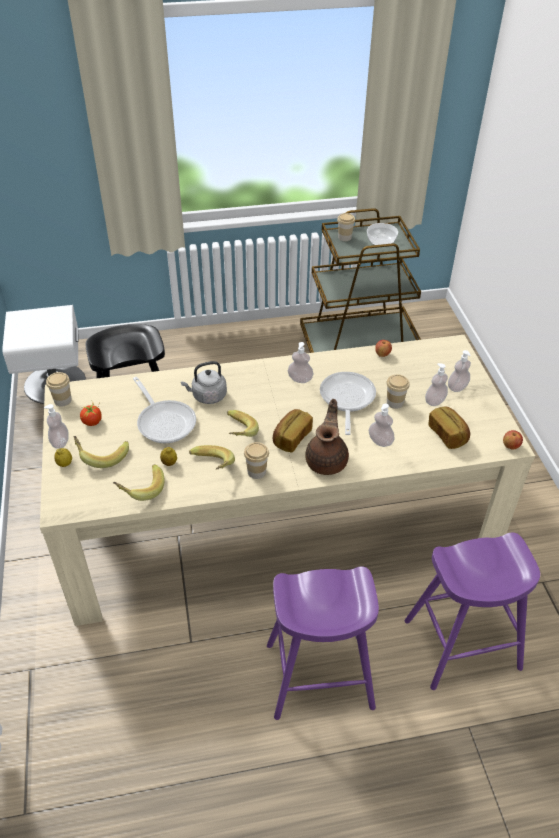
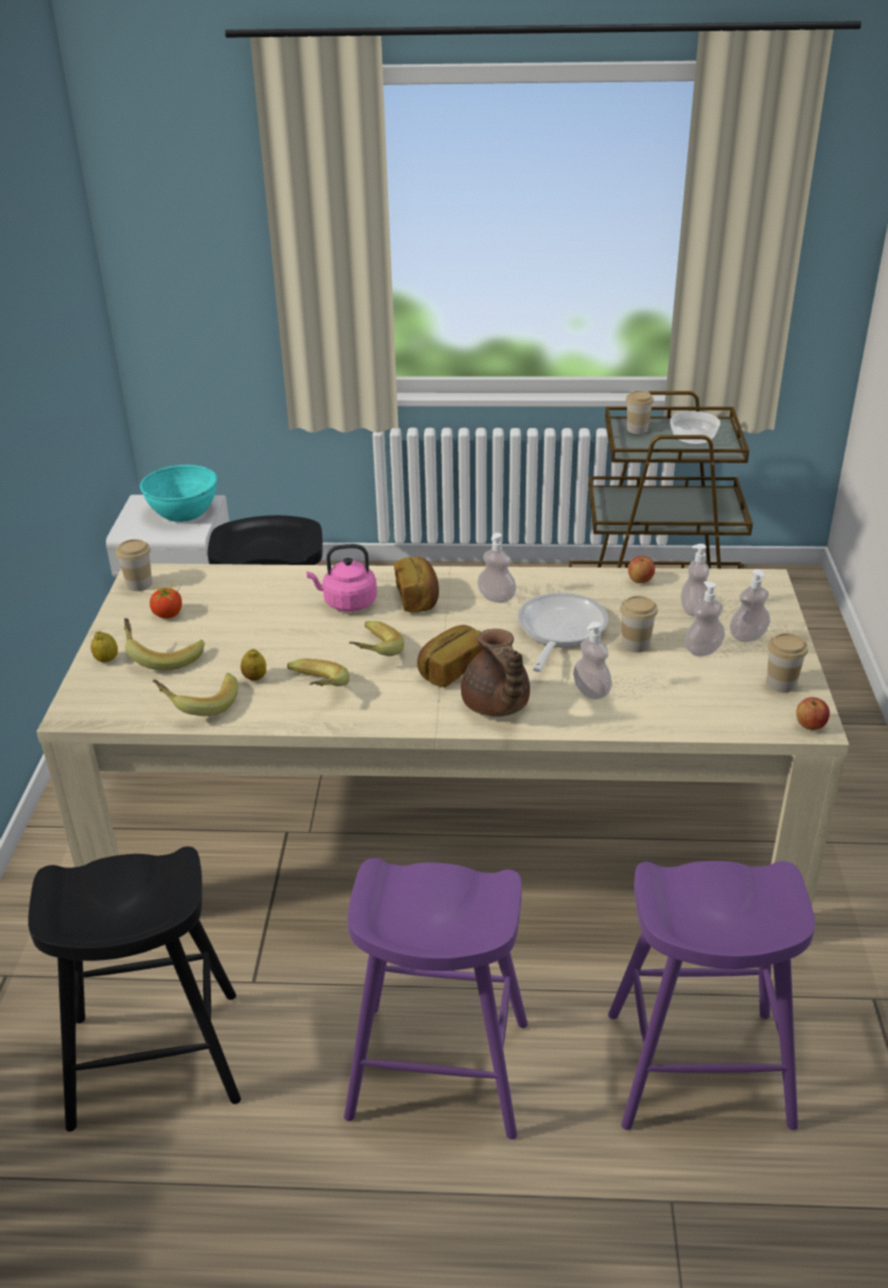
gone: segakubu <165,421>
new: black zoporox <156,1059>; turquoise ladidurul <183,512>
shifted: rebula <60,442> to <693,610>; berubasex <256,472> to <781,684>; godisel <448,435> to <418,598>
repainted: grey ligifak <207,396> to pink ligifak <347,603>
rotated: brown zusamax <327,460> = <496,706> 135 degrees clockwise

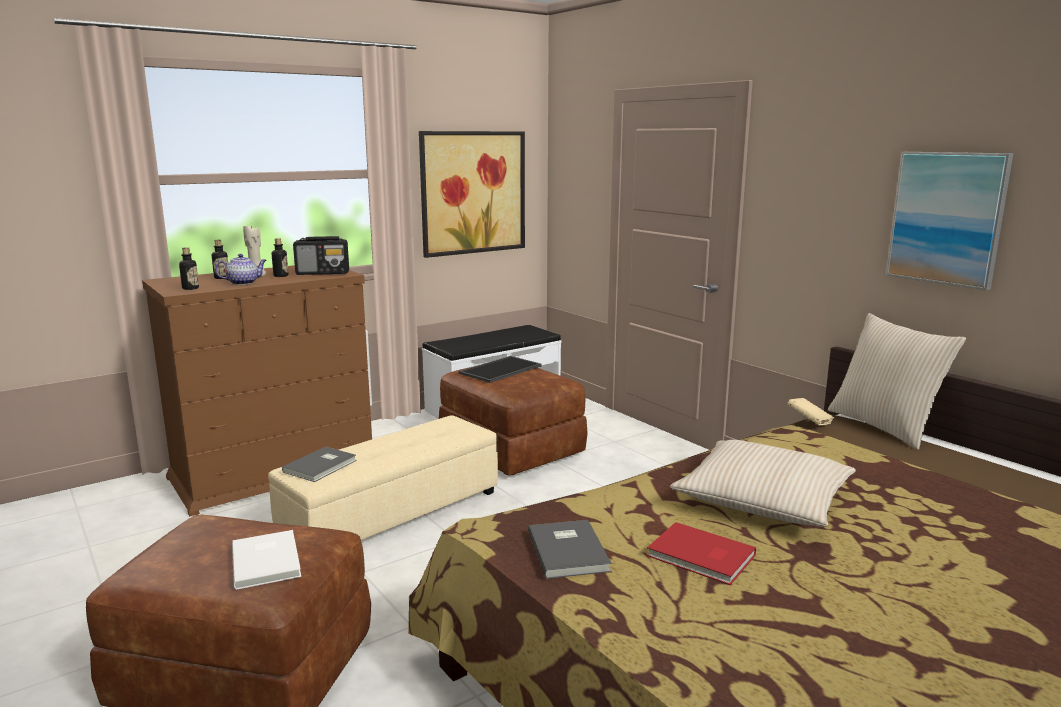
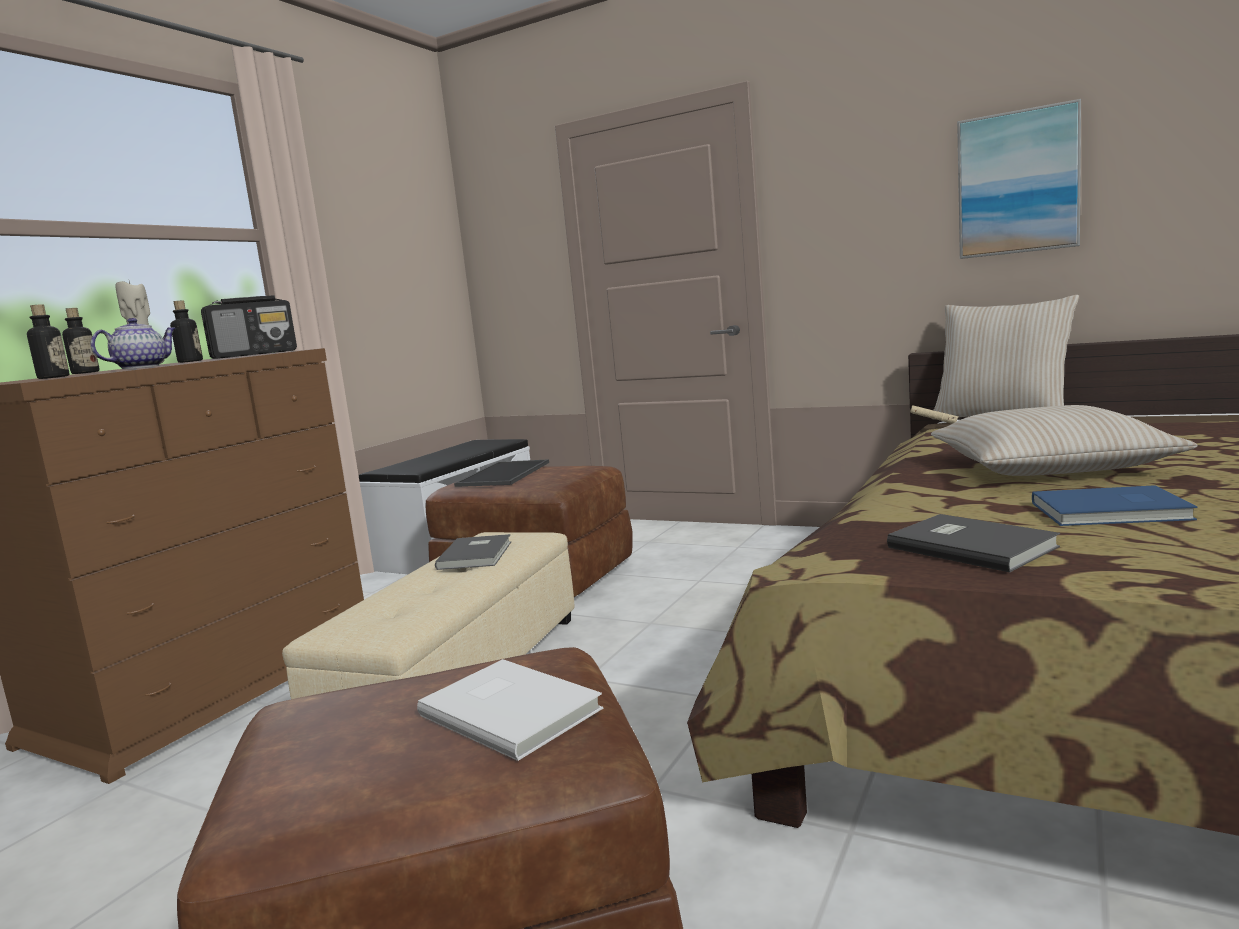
gone: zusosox <473,192>
shifted: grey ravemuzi <322,466> to <477,554>
repainted: red ravemuzi <701,557> to blue ravemuzi <1112,511>

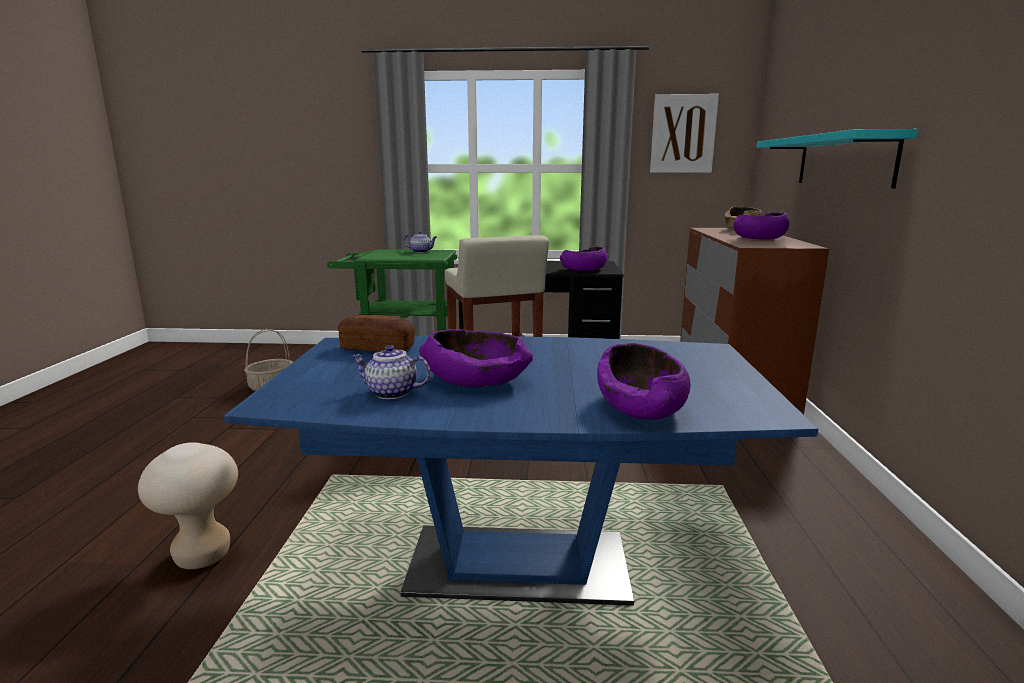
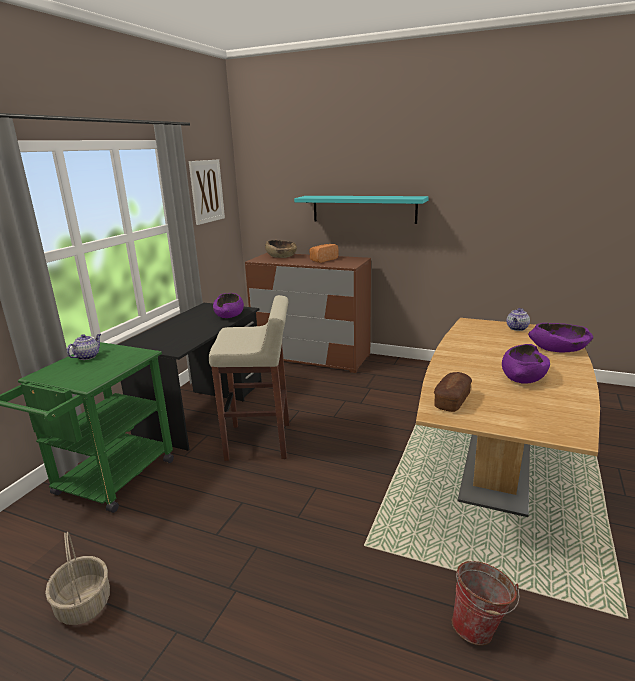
shifted: zusamax <390,393> to <517,328>
swapped: beige zoporox <203,556> to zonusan <480,628>; purple ladidurul <759,239> to godisel <323,260>
repainted: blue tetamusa <518,565> to brown tetamusa <496,471>

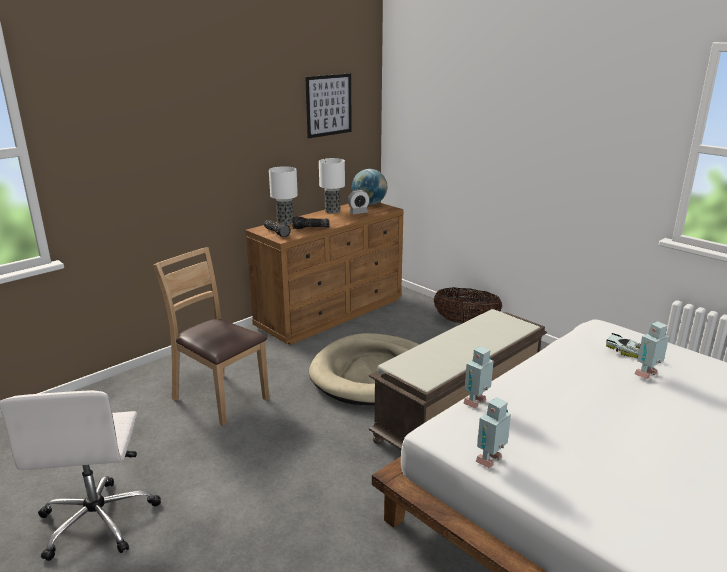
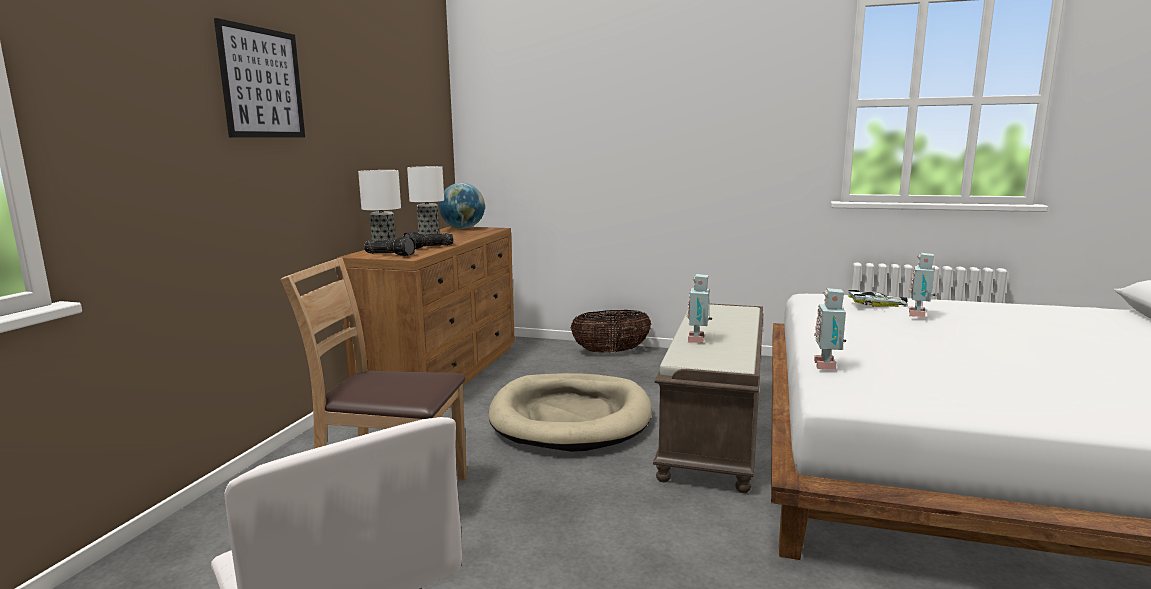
gone: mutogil <358,212>
shifted: zusosox <329,105> to <262,83>; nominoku <491,460> to <698,340>

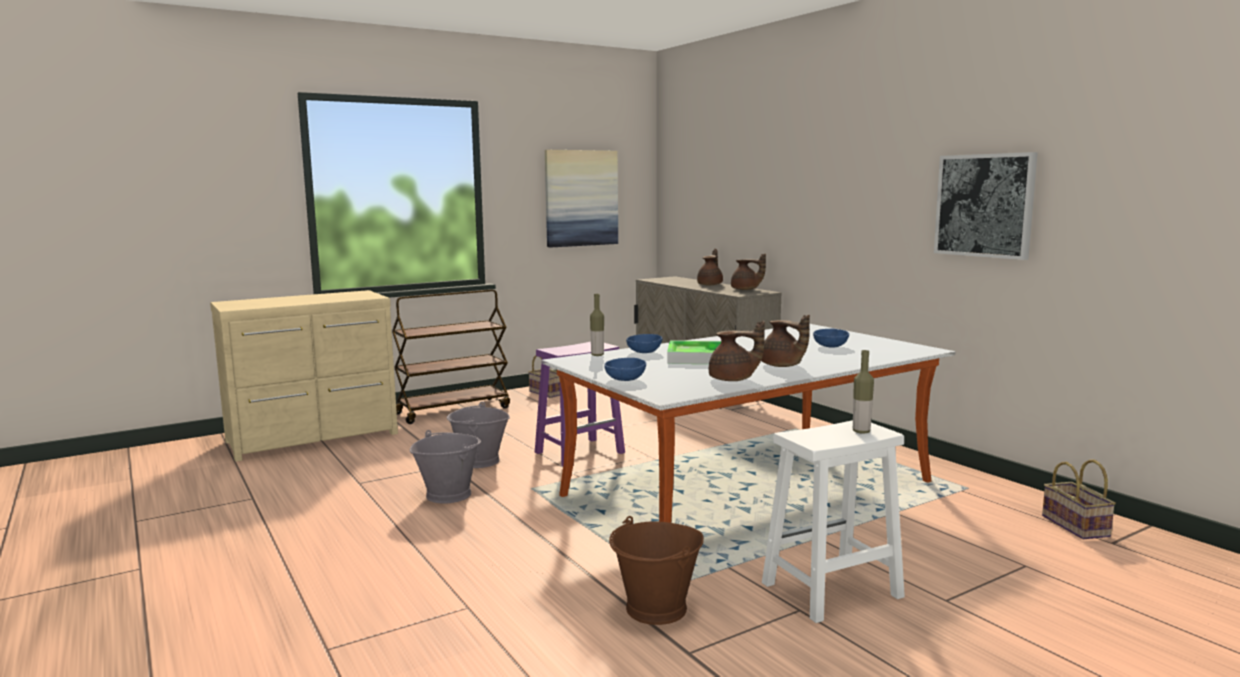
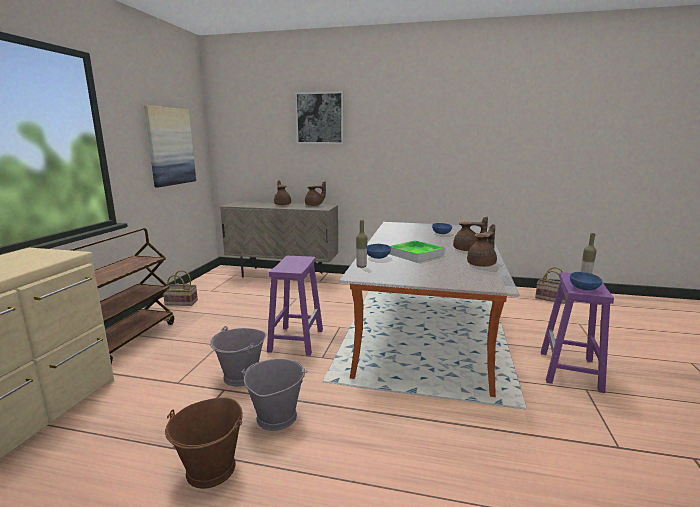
shifted: blue ladidurul <625,379> to <584,288>; brown zonusan <656,609> to <211,469>; zusosox <984,205> to <320,118>
repainted: white zoporox <830,591> to purple zoporox <570,371>

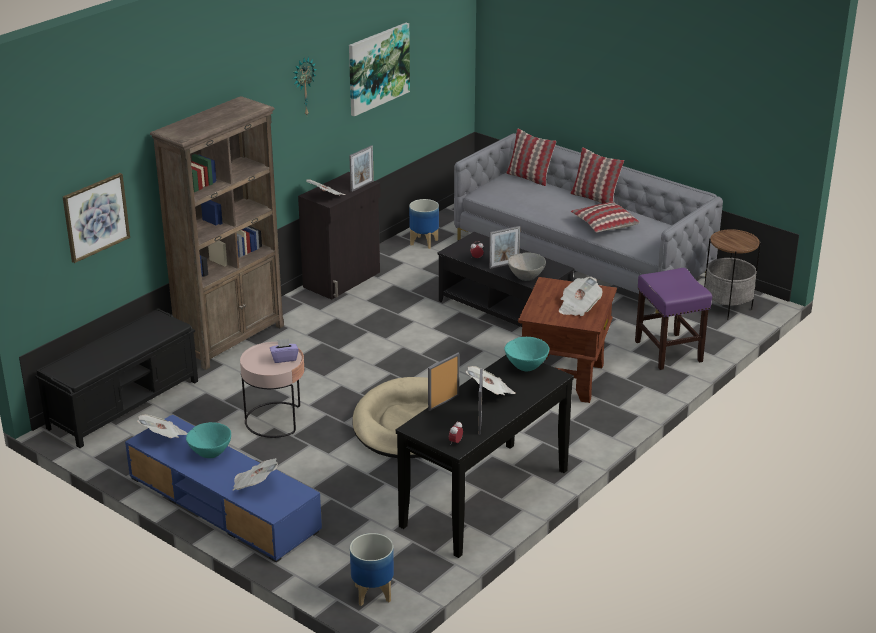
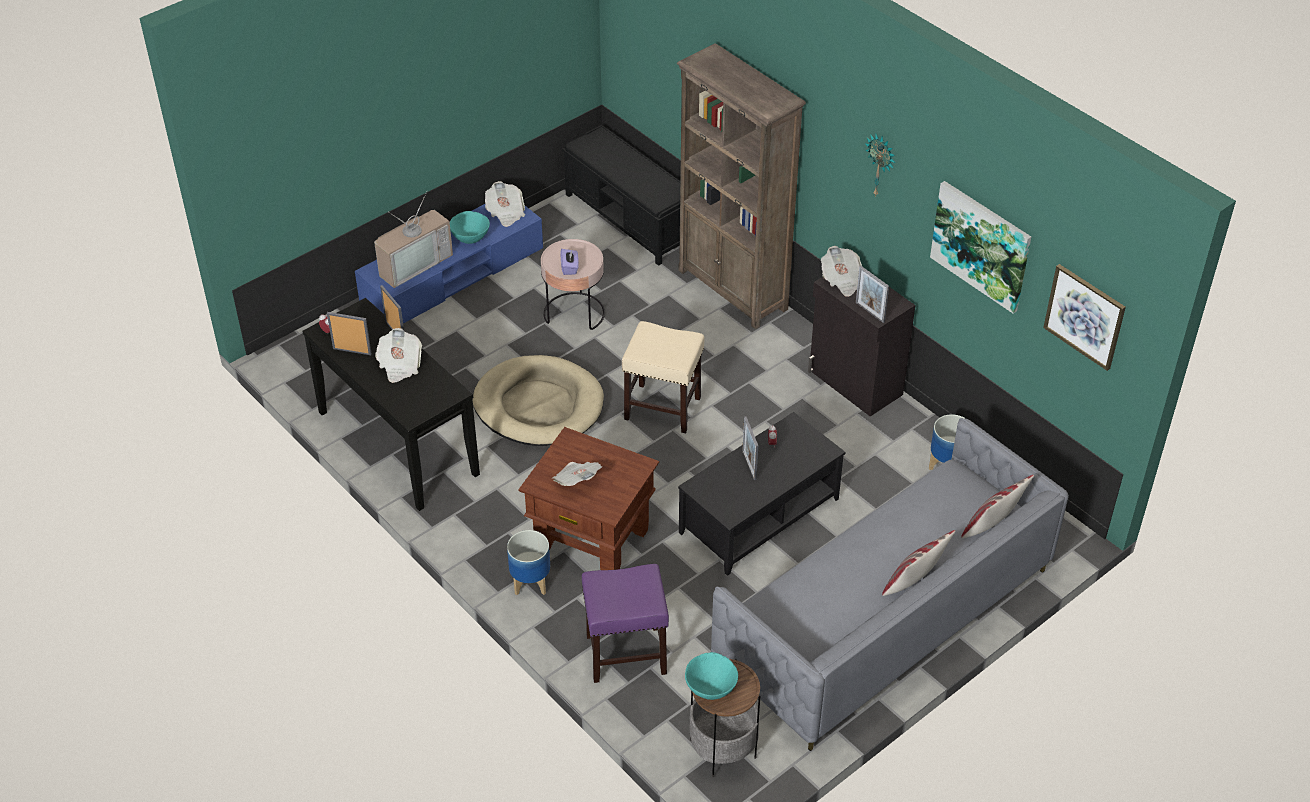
gone: grey ladidurul <526,277>; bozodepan <604,224>
new: beige zoporox <663,408>
shifted: zusosox <95,217> to <1085,316>; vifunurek <372,593> to <530,582>; turquoise ladidurul <526,367> to <711,689>
swapped: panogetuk <254,485> to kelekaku <413,262>

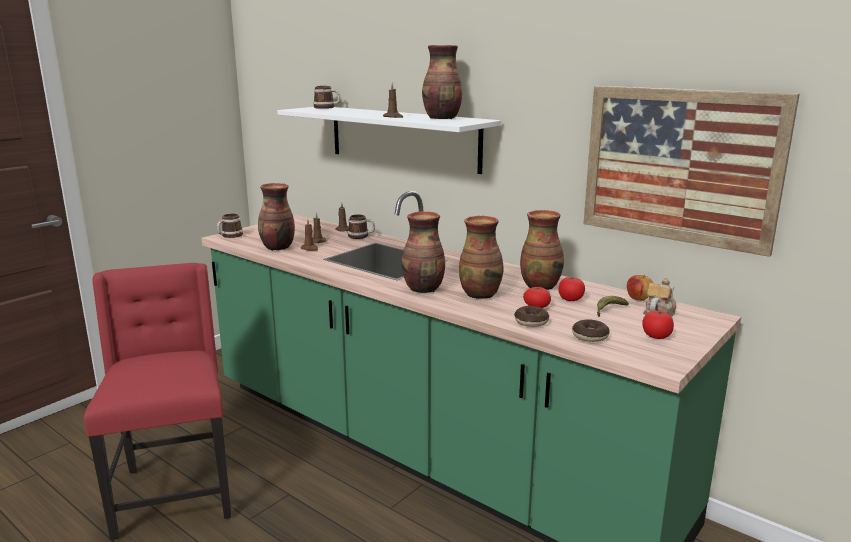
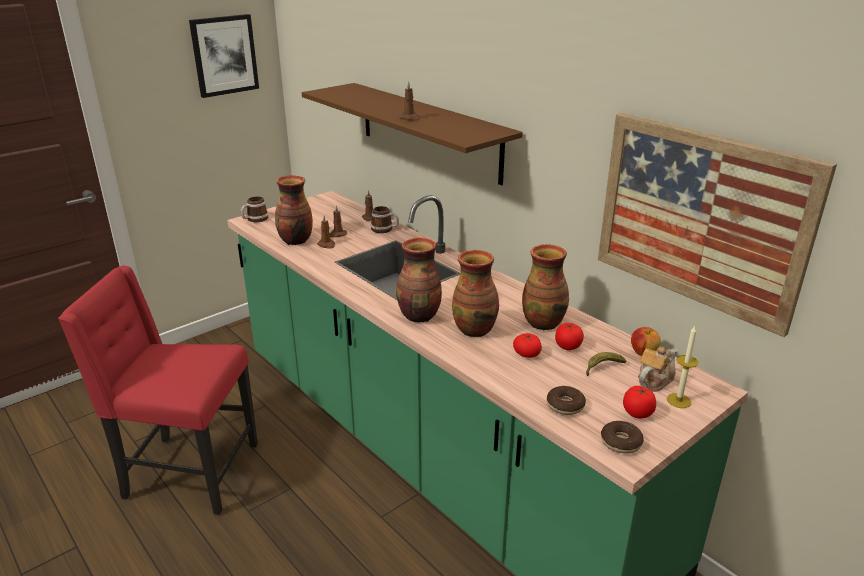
gone: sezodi <327,107>; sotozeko <442,118>
new: zusosox <224,55>; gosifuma <678,400>
shifted: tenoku <531,322> to <621,442>
repainted: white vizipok <402,138> to brown vizipok <428,131>
rotated: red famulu <175,492> = <188,472> 75 degrees counterclockwise

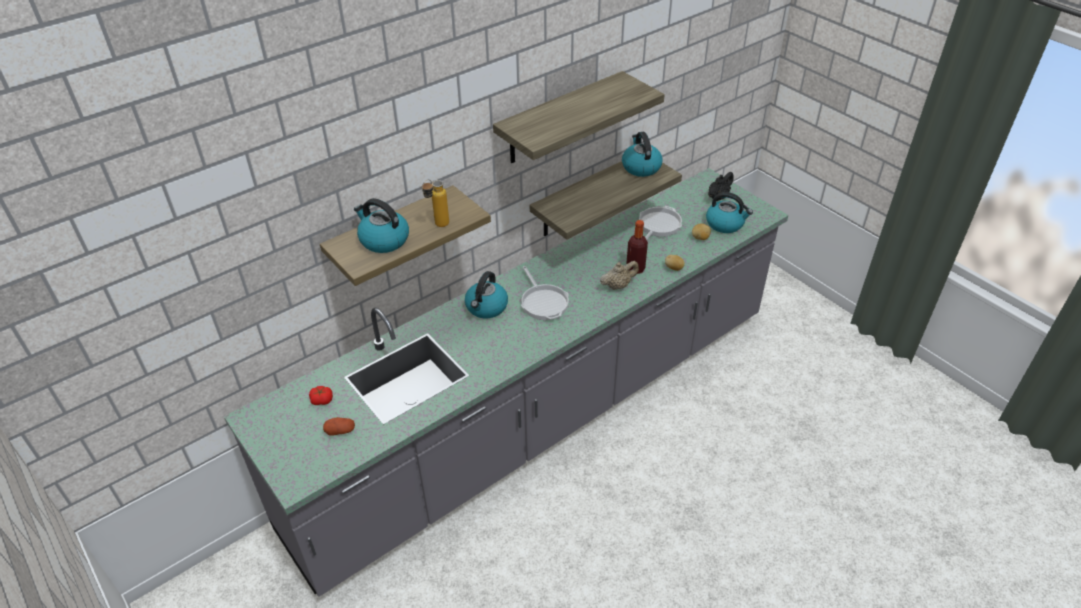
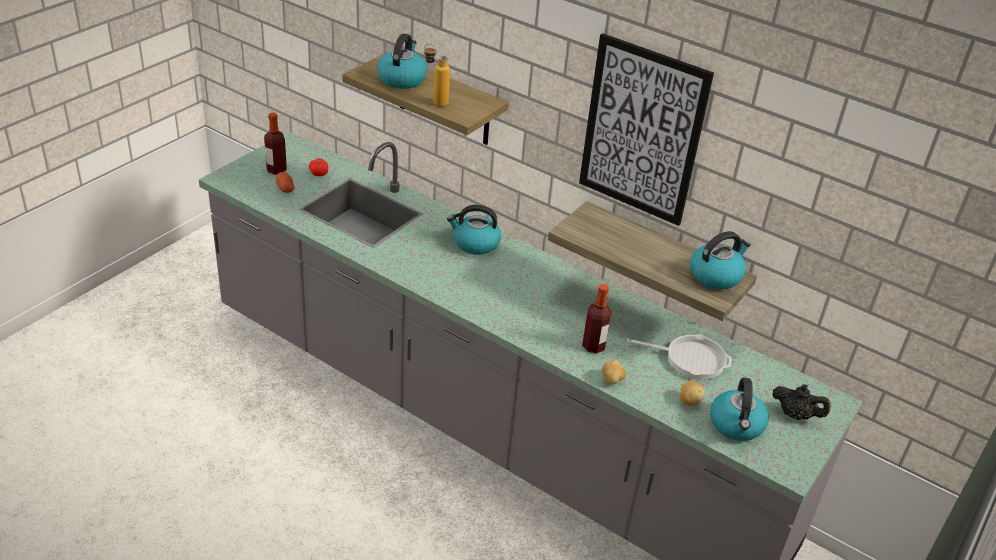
gone: segakubu <543,302>; beige zusamax <618,285>
new: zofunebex <276,170>
swapped: vizipok <560,118> to zusosox <642,131>

